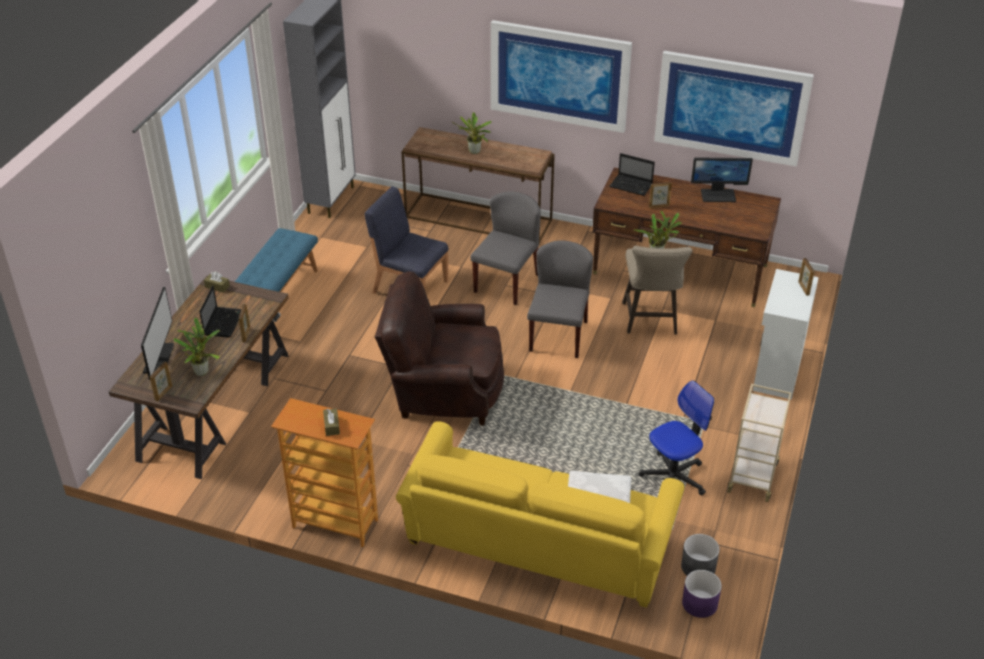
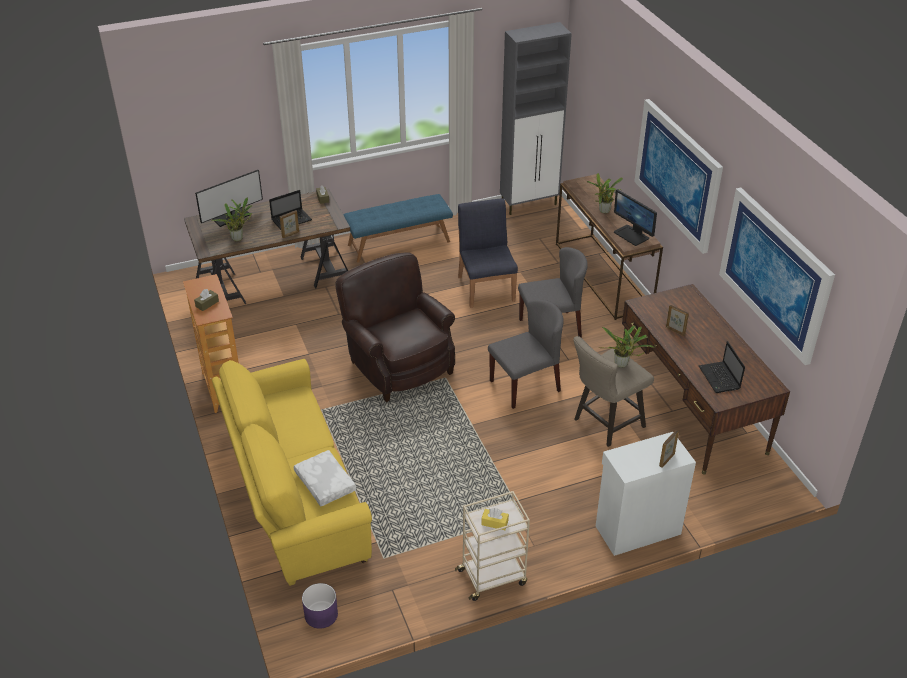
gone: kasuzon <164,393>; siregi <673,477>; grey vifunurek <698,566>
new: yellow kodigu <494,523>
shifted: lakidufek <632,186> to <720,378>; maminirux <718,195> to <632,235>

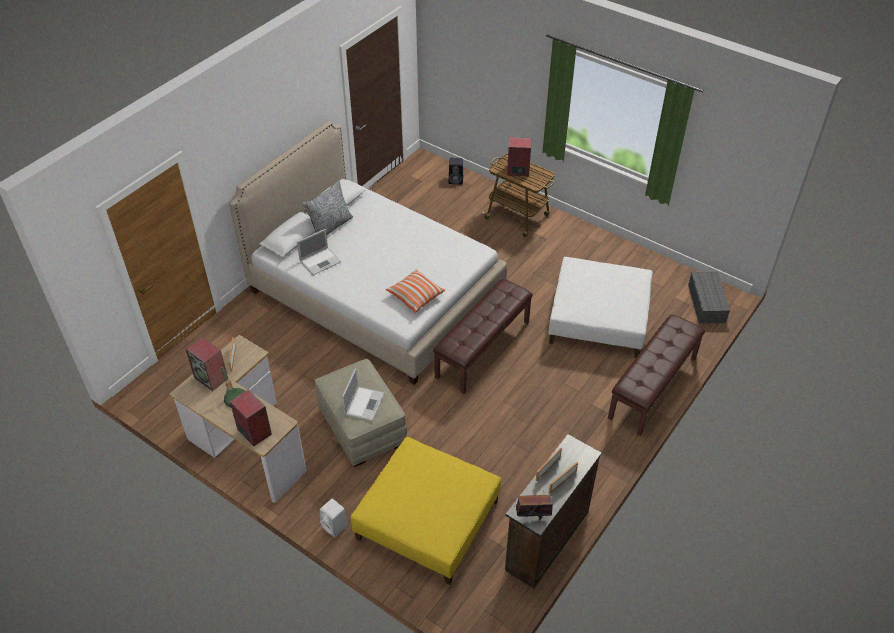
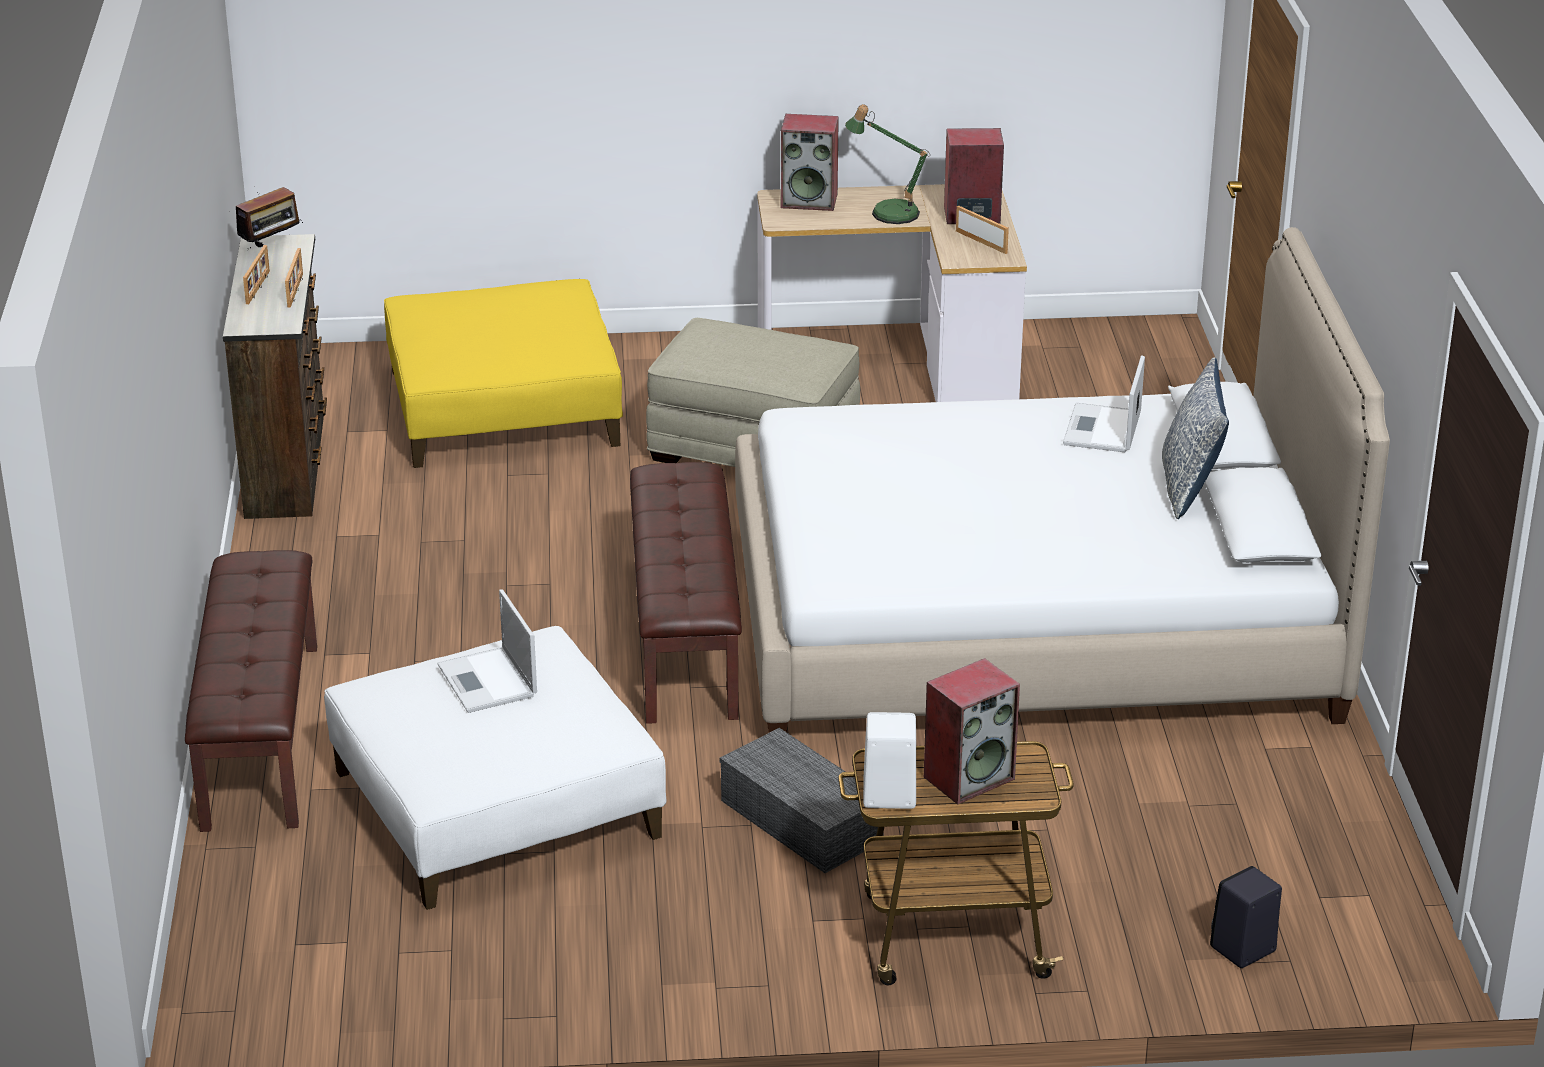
gone: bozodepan <415,296>
shifted: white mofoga <335,526> to <887,795>; lakidufek <364,403> to <488,682>; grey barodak <707,304> to <798,820>

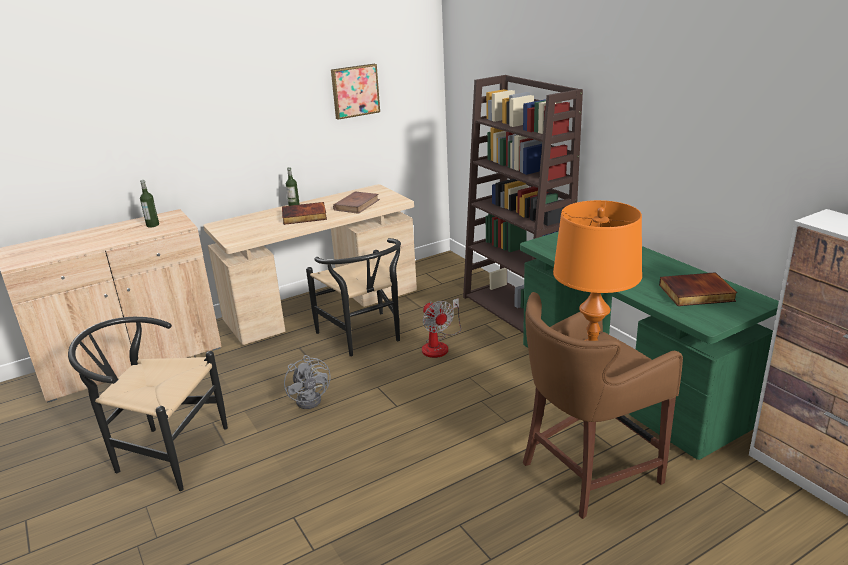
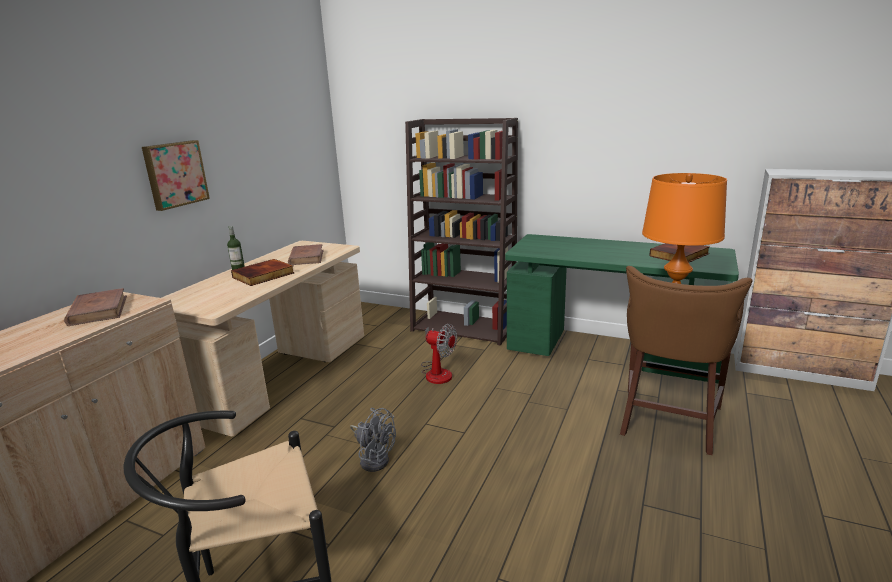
gone: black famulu <364,337>
shifted: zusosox <354,91> to <175,174>
swapped: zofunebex <152,225> to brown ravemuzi <98,310>

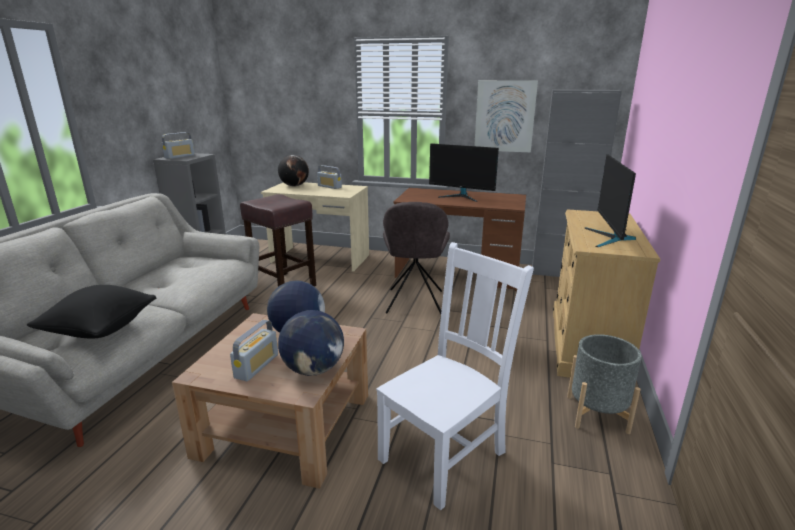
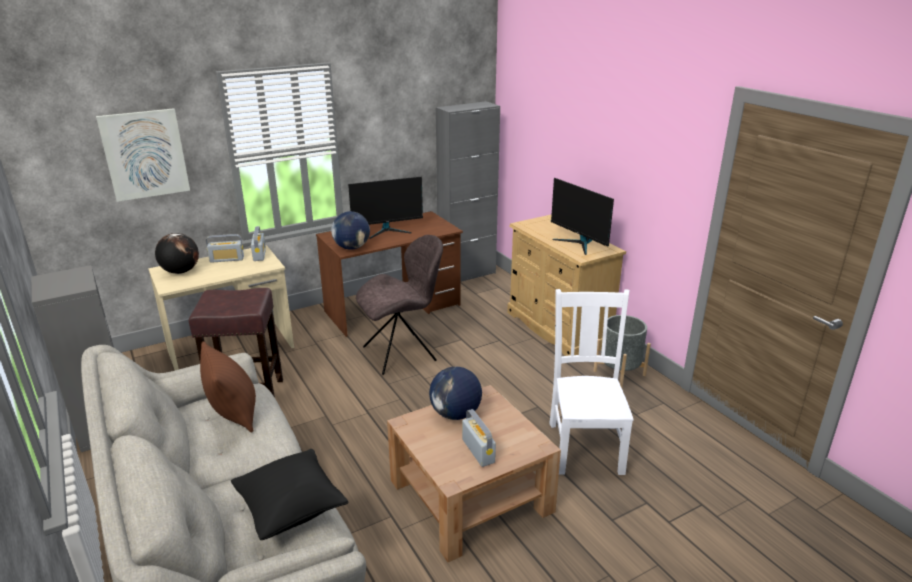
new: brown bozodepan <233,414>
shifted: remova <180,156> to <259,254>; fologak <313,369> to <352,248>; zusosox <504,116> to <145,154>
rotated: grey famulu <414,303> = <402,353> 75 degrees counterclockwise

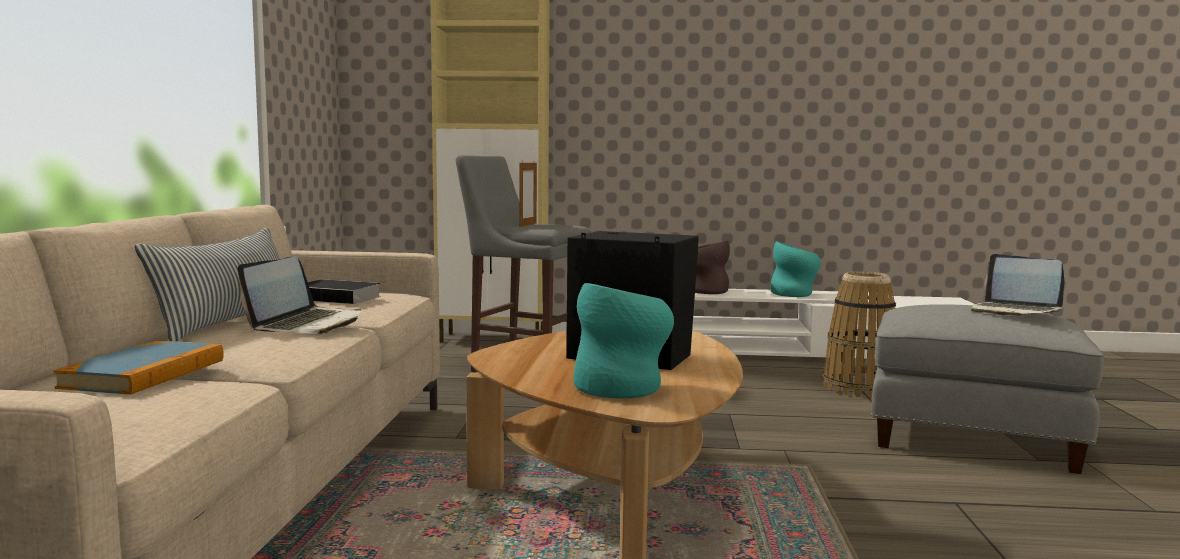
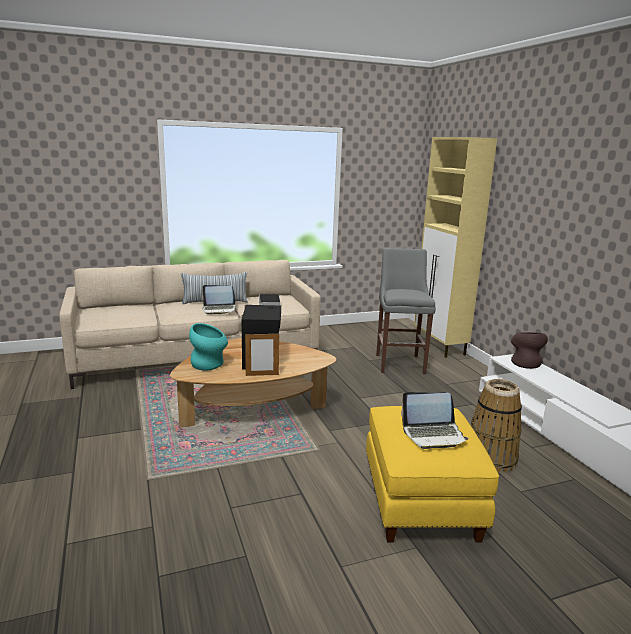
gone: ravemuzi <145,374>; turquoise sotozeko <795,294>
shifted: kasuzon <528,225> to <262,375>
repainted: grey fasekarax <973,438> to yellow fasekarax <422,502>
rotated: lakidufek <1014,311> = <433,435> 120 degrees counterclockwise

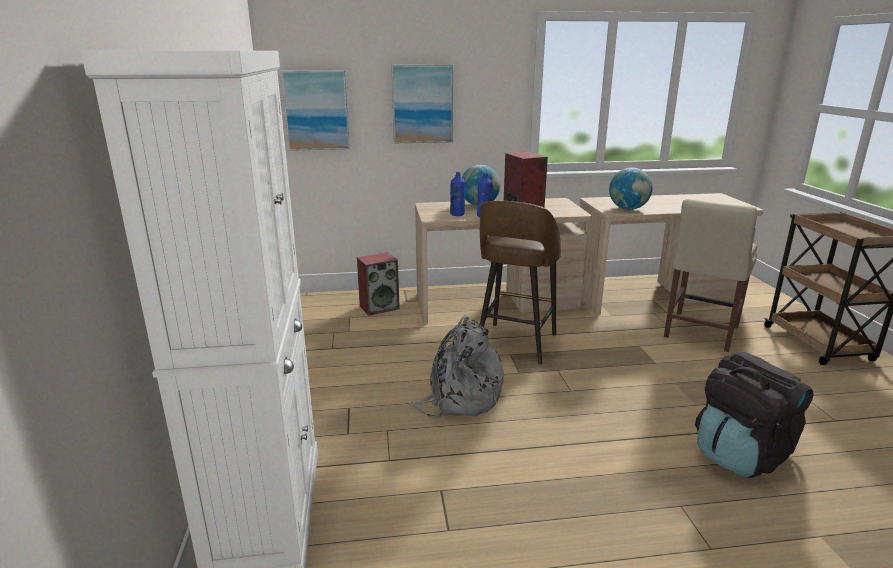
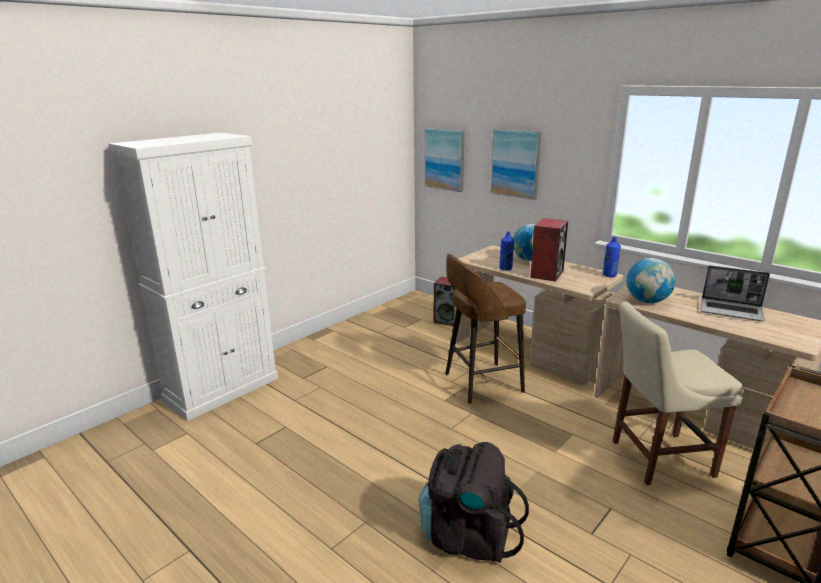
gone: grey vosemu <460,399>
new: lakidufek <732,311>
shifted: blue zofunebex <457,214> to <609,275>

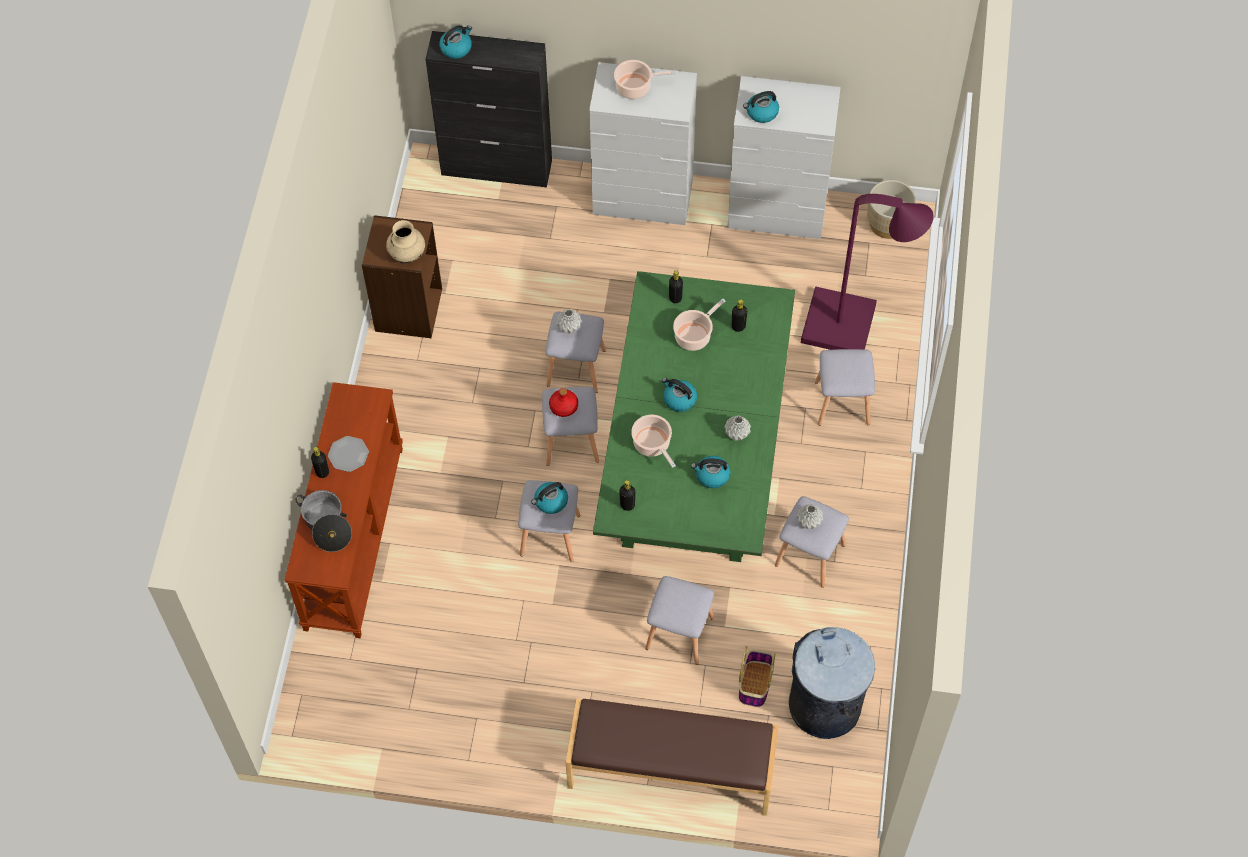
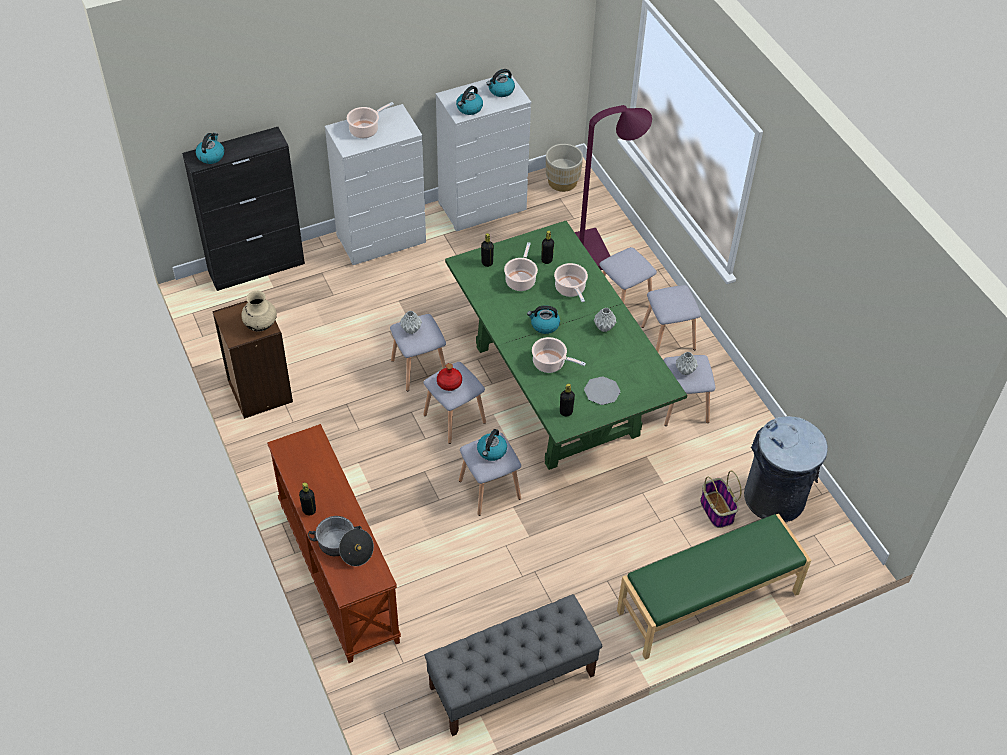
new: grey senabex <511,681>; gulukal <570,289>
shifted: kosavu <348,454> to <602,391>; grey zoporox <678,633> to <667,338>; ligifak <711,476> to <501,90>
repainted: brown senabex <671,771> to green senabex <708,603>

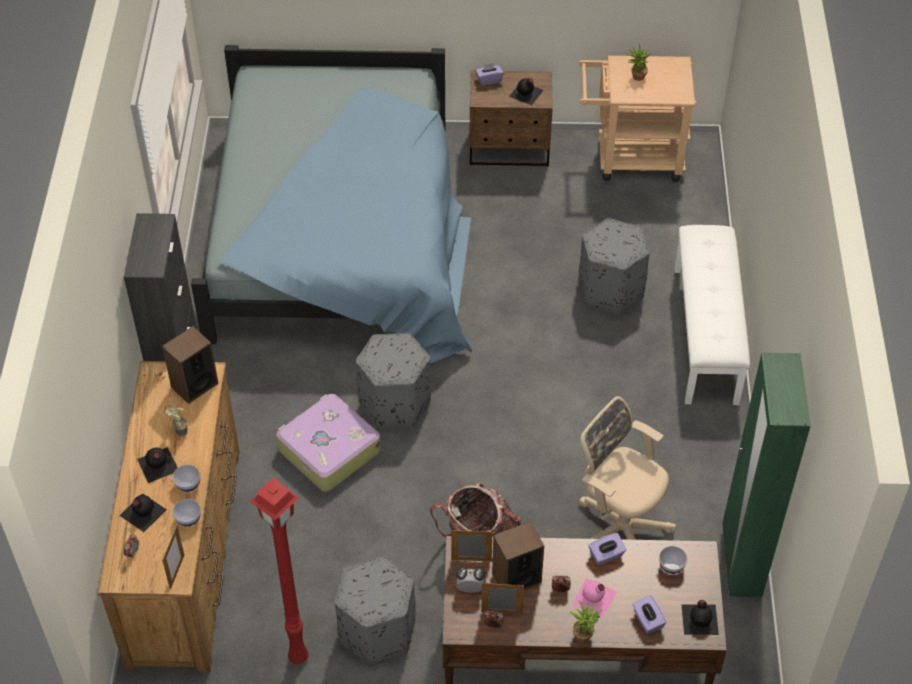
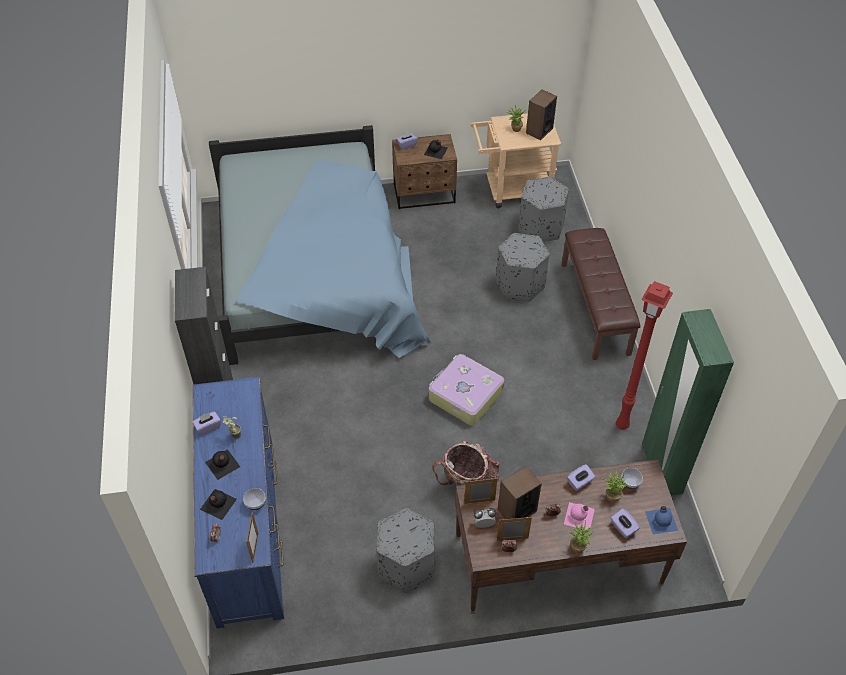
gone: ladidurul <188,485>; beige siregi <619,527>
new: purple kodigu <208,427>; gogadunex <611,495>
shifted: mofoga <194,385> to <539,130>; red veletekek <296,657> to <621,425>; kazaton <328,450> to <464,395>; grey fasekarax <394,403> to <540,227>
repainted: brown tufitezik <185,555> to blue tufitezik <246,529>; white senabex <706,335> to brown senabex <595,308>; black zofunebex <700,619> to blue zofunebex <661,520>

